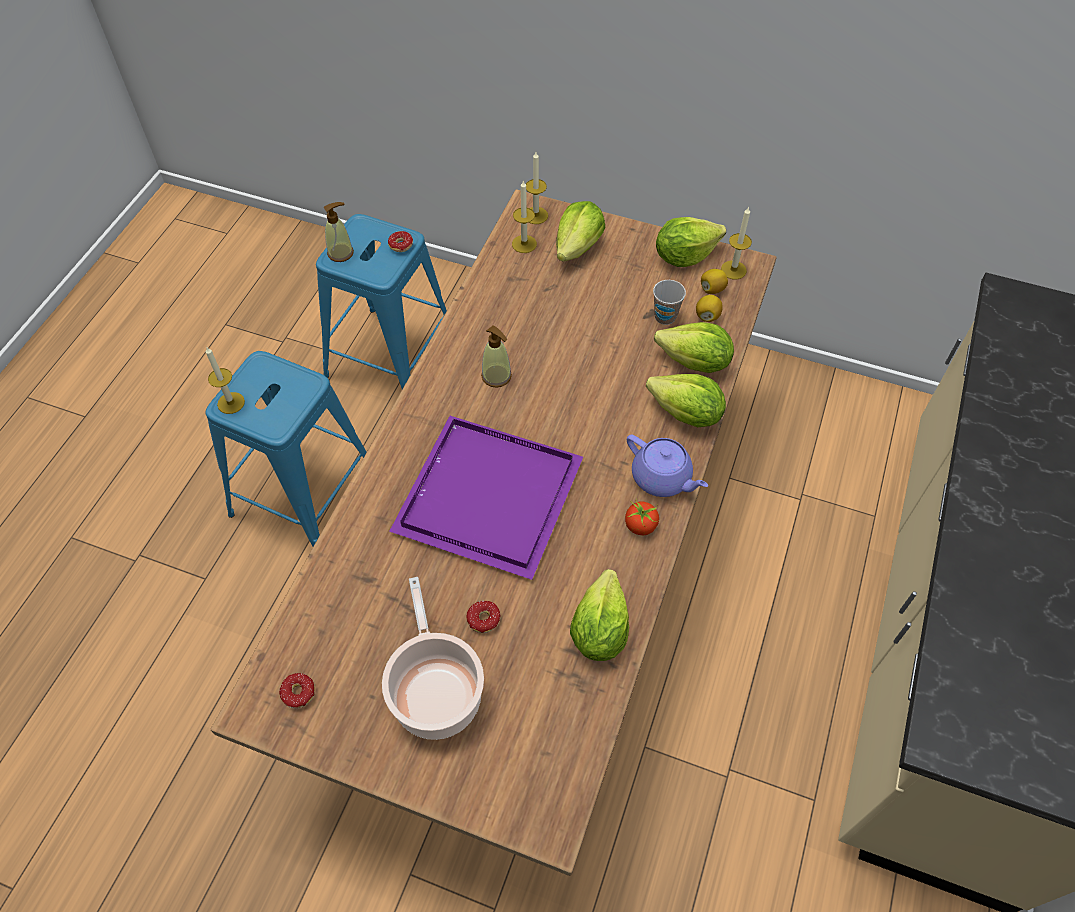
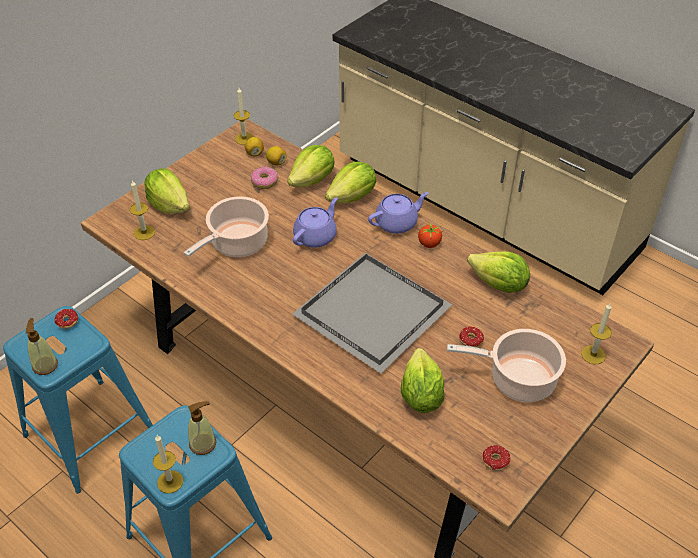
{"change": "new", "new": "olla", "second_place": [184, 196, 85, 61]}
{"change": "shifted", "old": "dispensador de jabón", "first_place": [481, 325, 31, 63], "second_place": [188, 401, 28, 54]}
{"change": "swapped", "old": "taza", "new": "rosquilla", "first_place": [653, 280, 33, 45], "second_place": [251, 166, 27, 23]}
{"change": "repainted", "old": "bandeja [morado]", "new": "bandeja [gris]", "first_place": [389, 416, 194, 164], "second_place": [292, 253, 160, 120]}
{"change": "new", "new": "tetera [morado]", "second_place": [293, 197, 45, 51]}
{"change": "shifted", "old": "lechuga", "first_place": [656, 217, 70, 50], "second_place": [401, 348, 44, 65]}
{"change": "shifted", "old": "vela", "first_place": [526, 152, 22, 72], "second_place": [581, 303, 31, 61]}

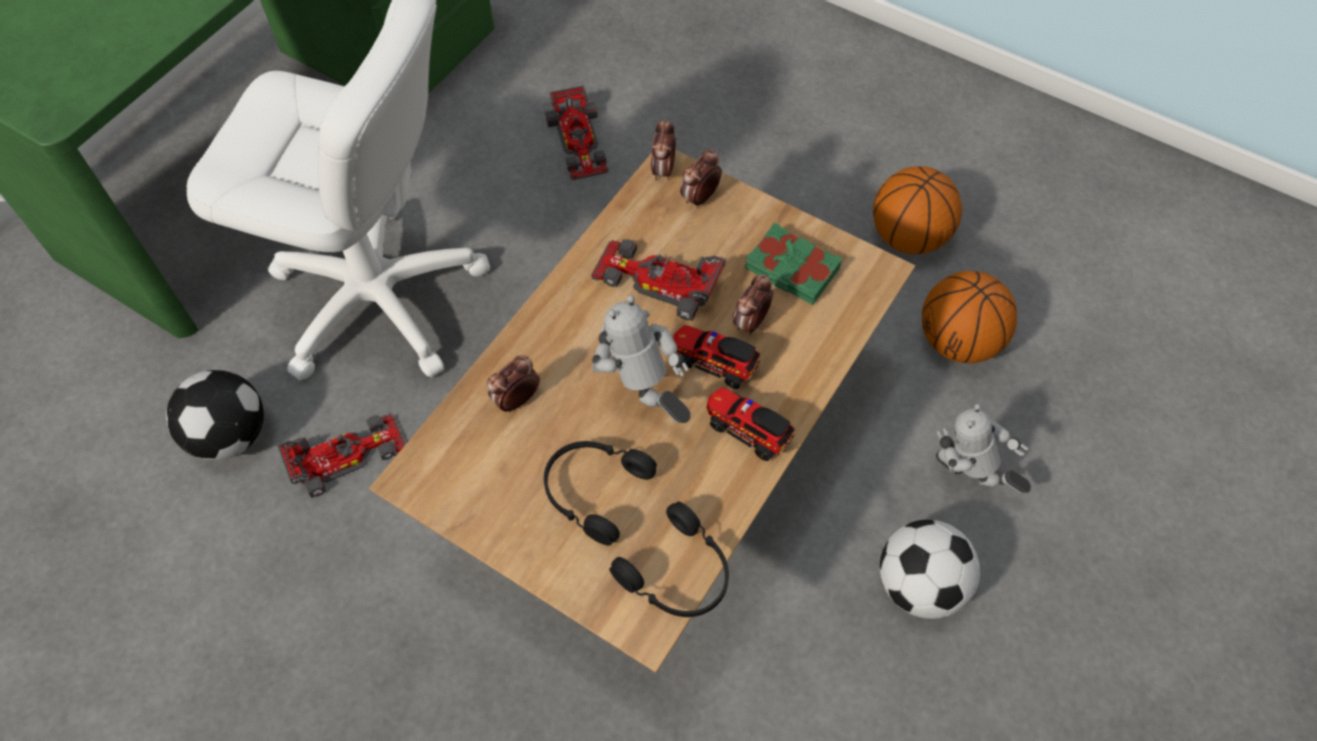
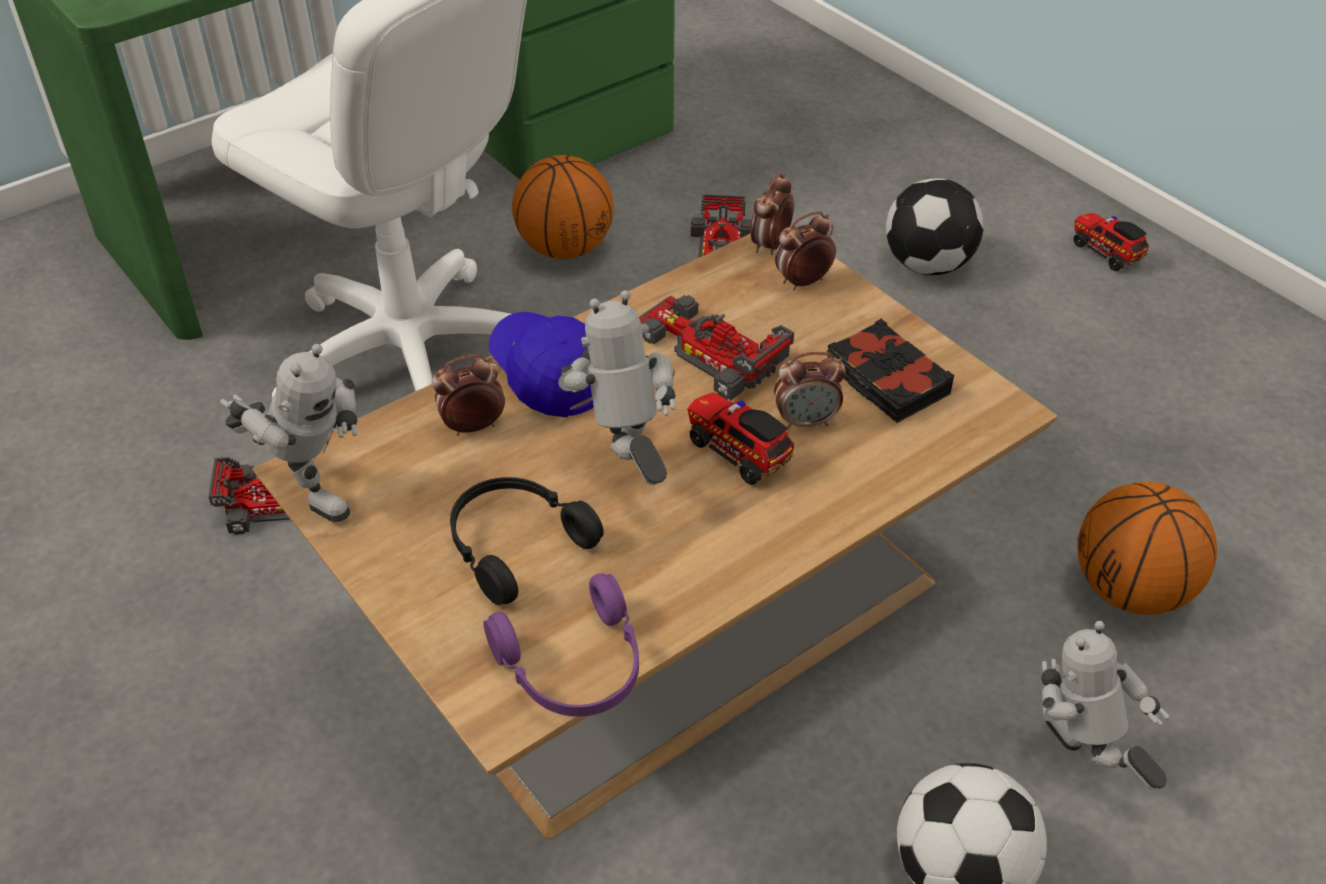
{"change": "new", "new": "robot de juguete", "second_place": [220, 344, 137, 178]}
{"change": "repainted", "old": "auriculares [negro]", "new": "auriculares [morado]", "first_place": [609, 502, 120, 115], "second_place": [483, 573, 156, 144]}
{"change": "new", "new": "gorra [azul]", "second_place": [488, 312, 106, 105]}
{"change": "shifted", "old": "balón de baloncesto", "first_place": [873, 166, 89, 88], "second_place": [512, 155, 102, 104]}
{"change": "rotated", "old": "despertador", "first_place": [733, 274, 40, 61], "second_place": [774, 352, 72, 78], "degrees": -150}
{"change": "repainted", "old": "libro [verde]", "new": "libro [negro]", "first_place": [745, 222, 98, 83], "second_place": [827, 319, 128, 104]}
{"change": "shifted", "old": "balón de fútbol", "first_place": [166, 370, 98, 90], "second_place": [886, 178, 98, 97]}
{"change": "shifted", "old": "camión de juguete", "first_place": [707, 387, 88, 74], "second_place": [1073, 213, 76, 58]}

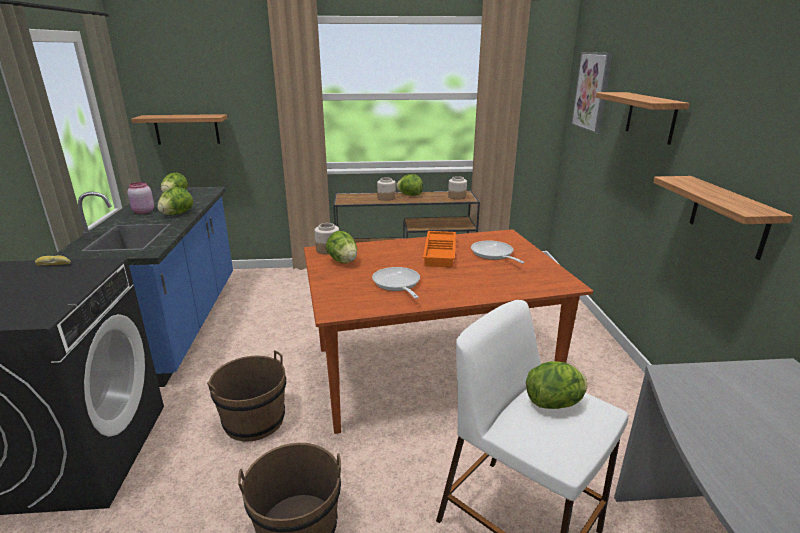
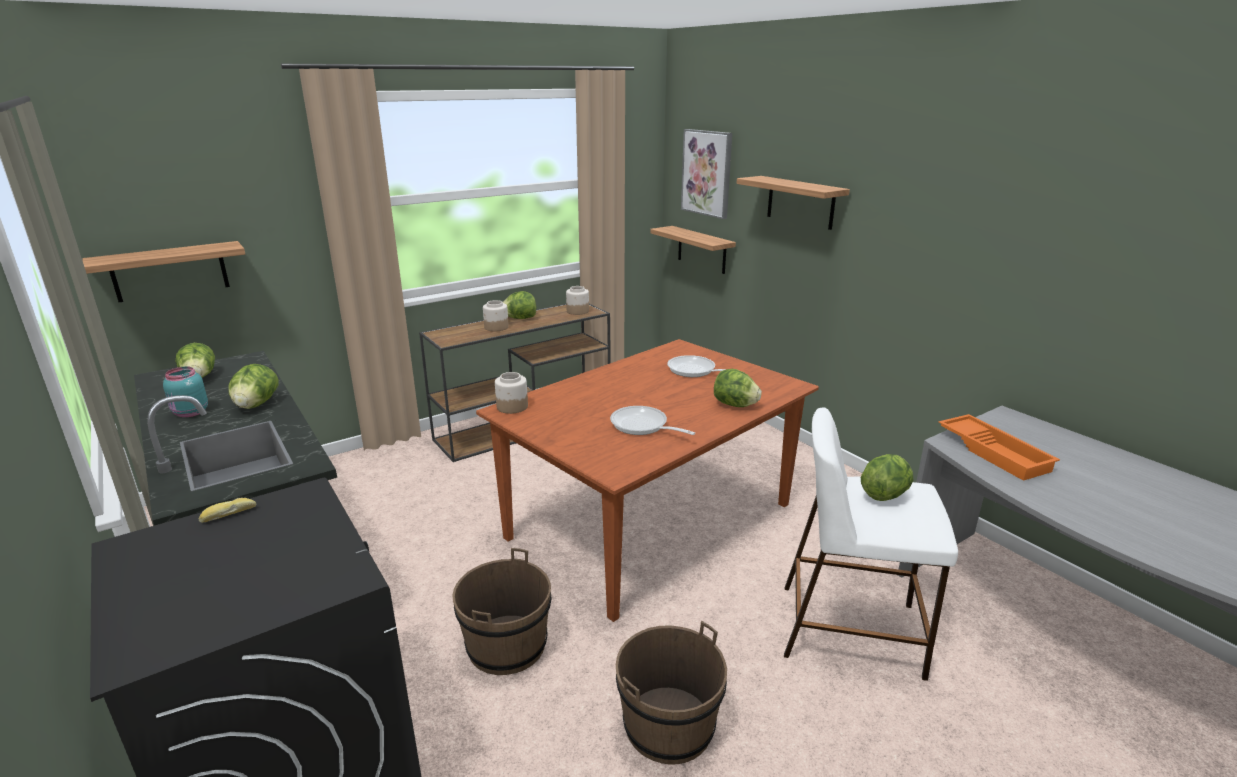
{"change": "repainted", "old": "tarro [rosa]", "new": "tarro [turquesa]", "first_place": [127, 182, 27, 32], "second_place": [163, 367, 45, 50]}
{"change": "shifted", "old": "estante", "first_place": [653, 176, 140, 84], "second_place": [650, 226, 86, 48]}
{"change": "shifted", "old": "lechuga", "first_place": [326, 231, 31, 32], "second_place": [714, 369, 48, 38]}
{"change": "shifted", "old": "bandeja [naranja]", "first_place": [423, 231, 33, 37], "second_place": [938, 414, 122, 67]}

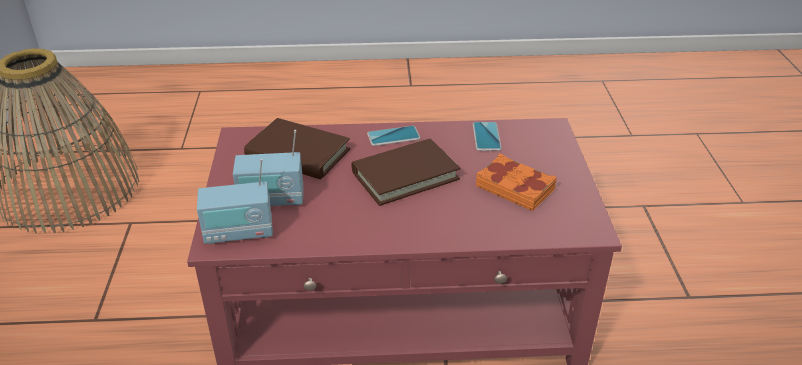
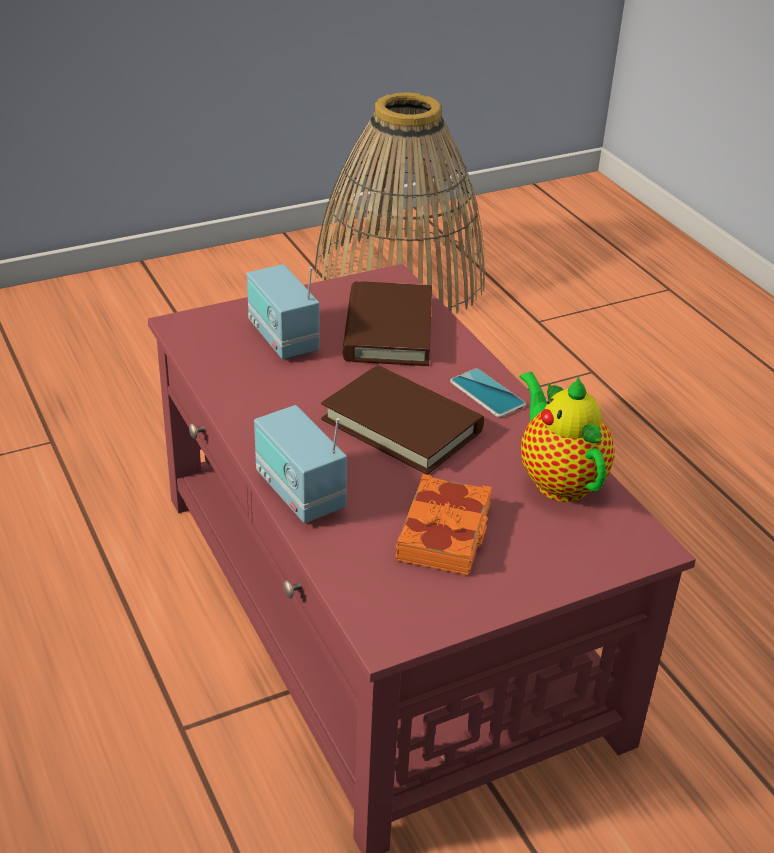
{"change": "shifted", "old": "radio", "first_place": [197, 159, 76, 85], "second_place": [254, 405, 93, 118]}
{"change": "swapped", "old": "móvil", "new": "tetera", "first_place": [473, 122, 29, 29], "second_place": [520, 372, 95, 130]}

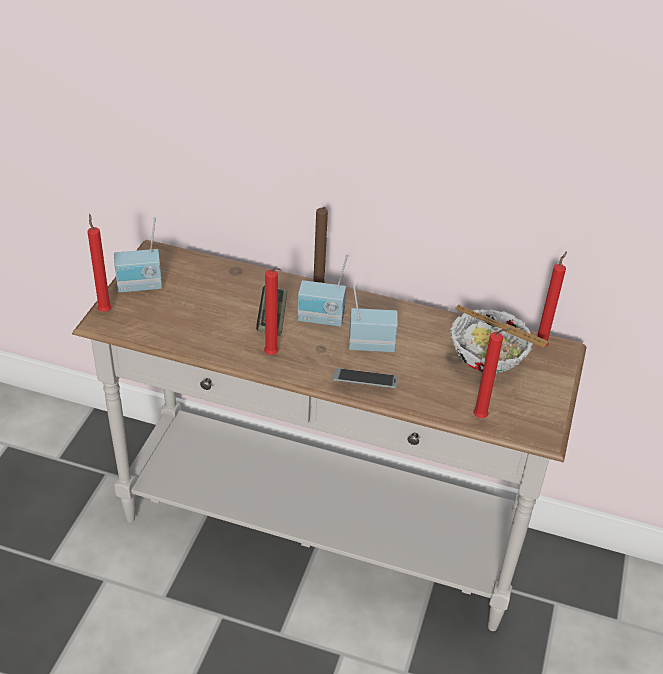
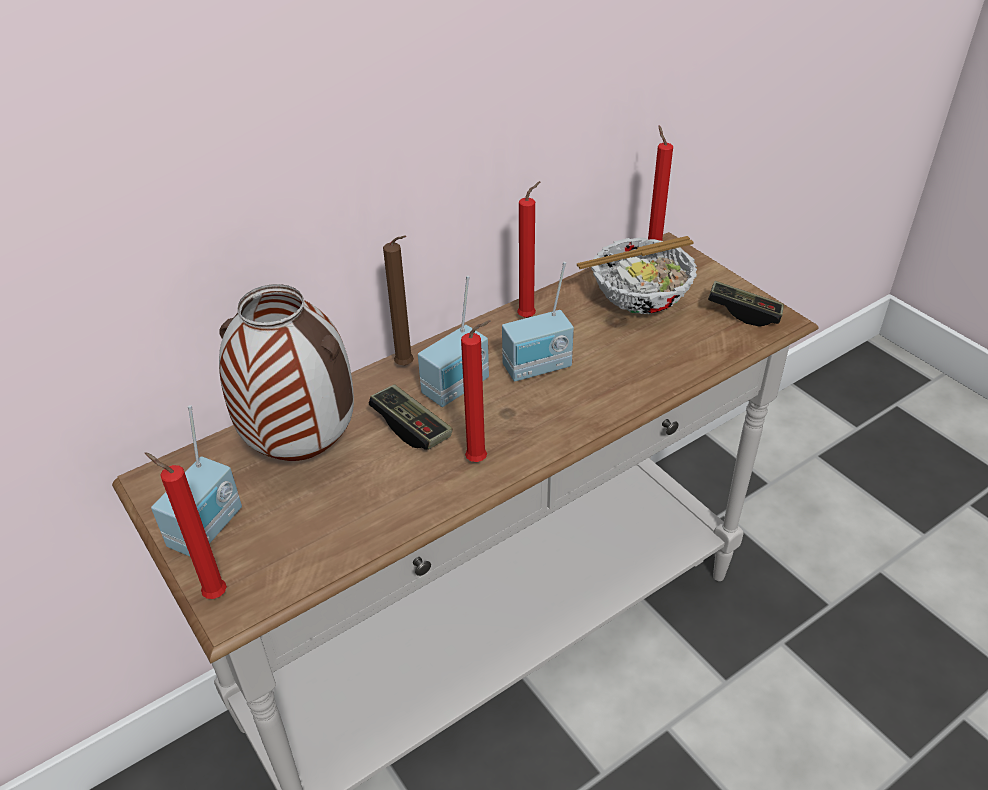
{"change": "new", "new": "florero", "second_place": [219, 284, 135, 177]}
{"change": "rotated", "old": "radio", "first_place": [349, 285, 49, 67], "second_place": [502, 262, 72, 120], "degrees": -150}
{"change": "shifted", "old": "vela [rojo]", "first_place": [474, 328, 38, 90], "second_place": [517, 181, 24, 137]}
{"change": "new", "new": "mando de consola", "second_place": [708, 281, 76, 46]}
{"change": "gone", "old": "móvil", "first_place": [332, 368, 66, 20]}

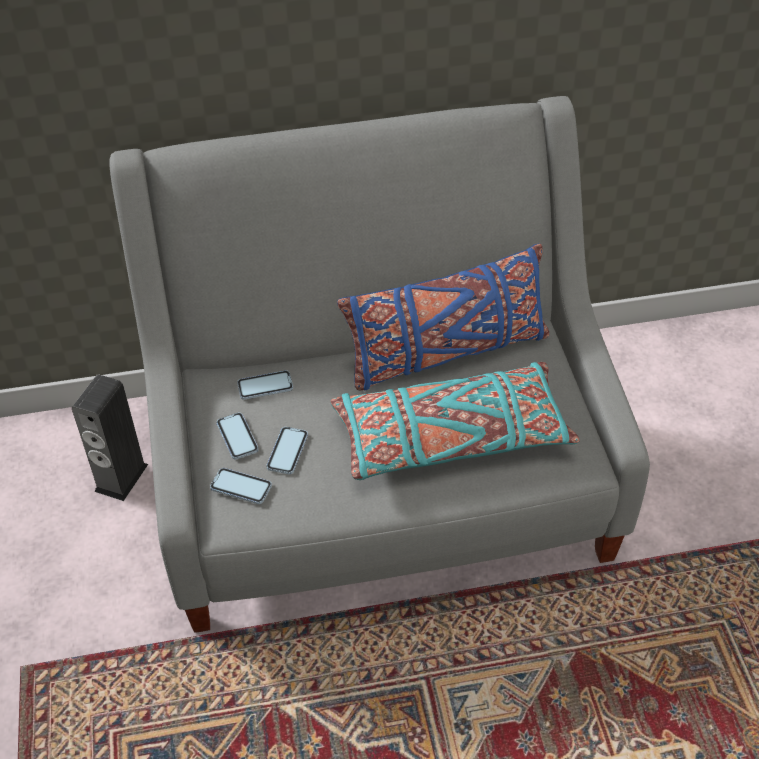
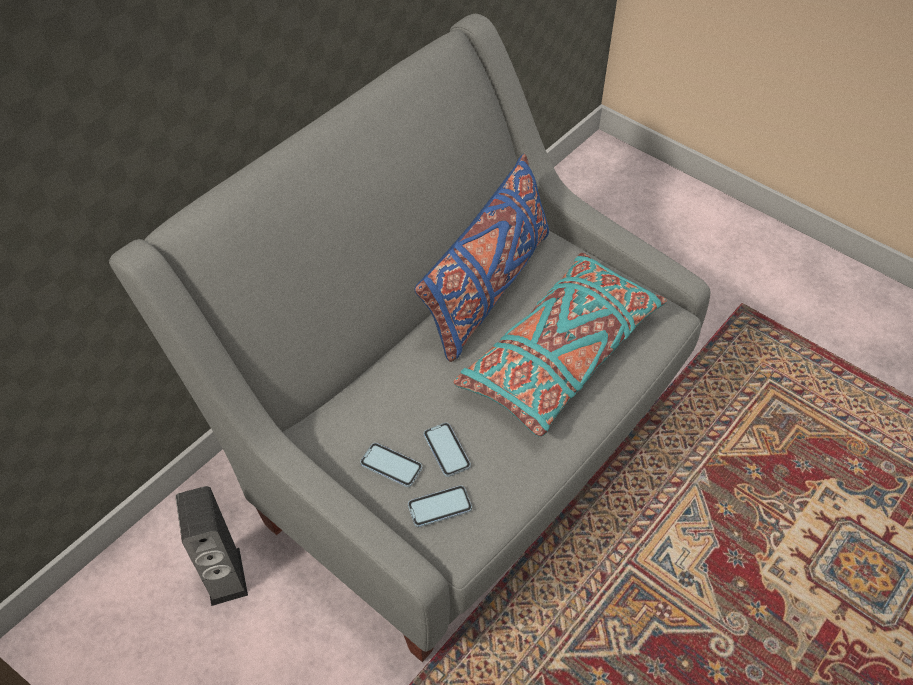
{"change": "gone", "old": "móvil", "first_place": [237, 370, 56, 30]}

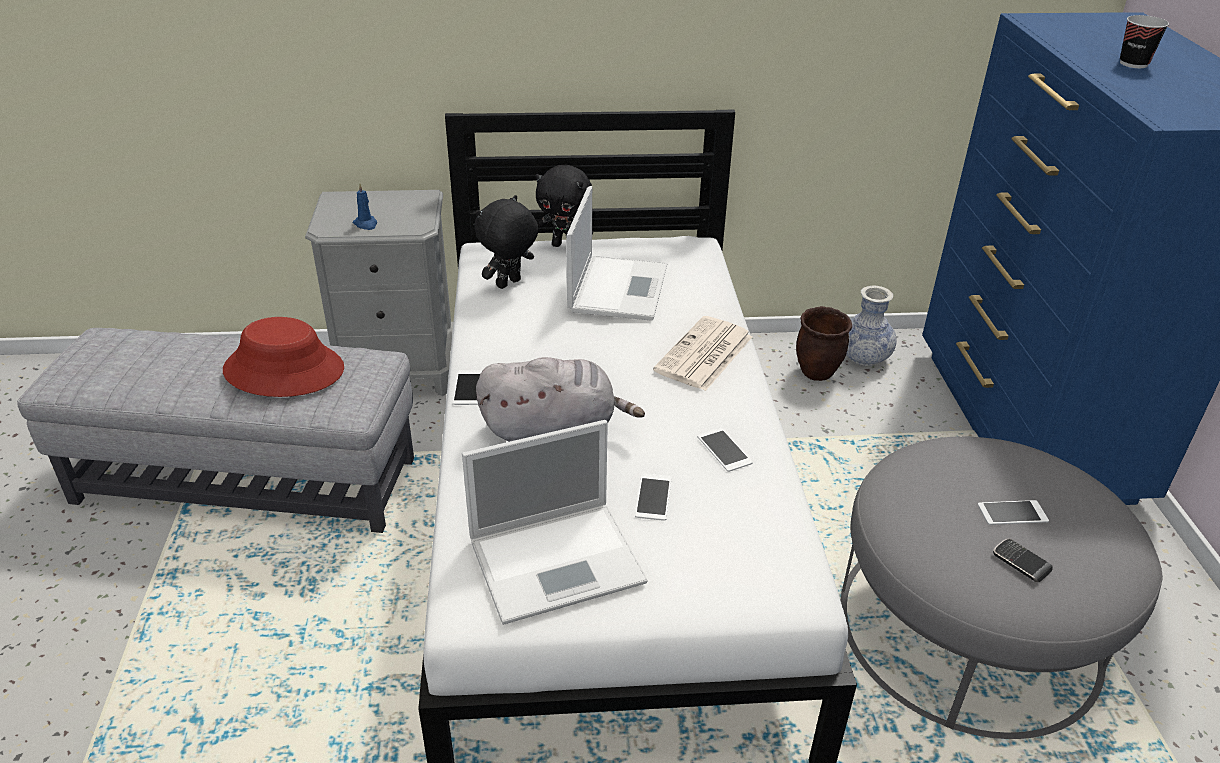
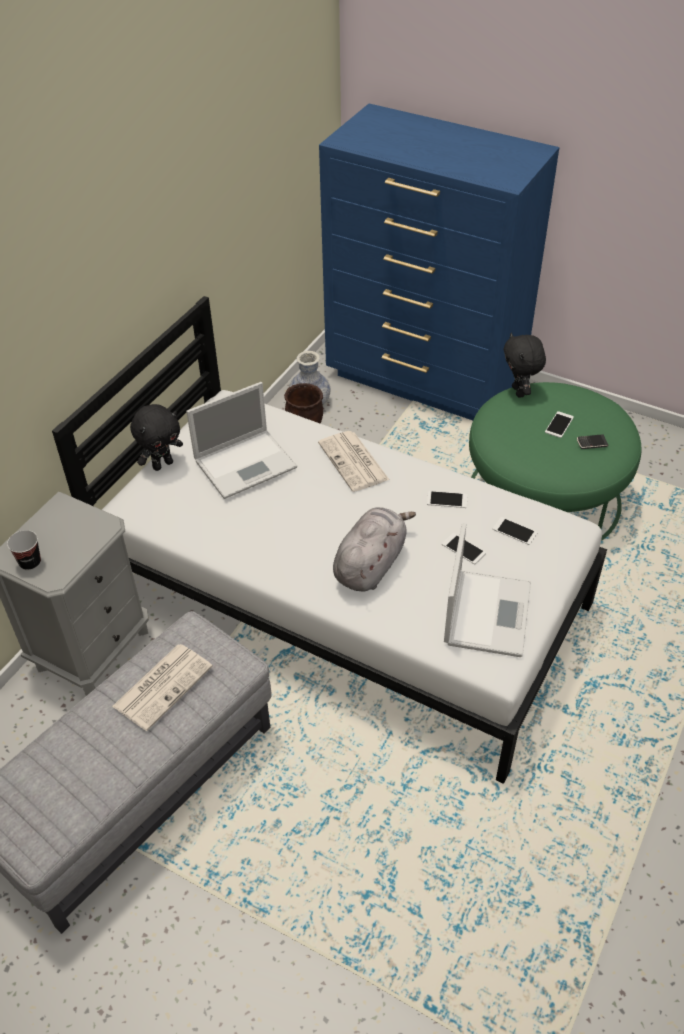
{"change": "shifted", "old": "taza", "first_place": [1120, 15, 49, 53], "second_place": [7, 530, 34, 41]}
{"change": "swapped", "old": "sombrero [rojo]", "new": "periódico", "first_place": [223, 317, 121, 80], "second_place": [112, 644, 101, 87]}
{"change": "rotated", "old": "portátil", "first_place": [566, 186, 101, 135], "second_place": [186, 382, 111, 117], "degrees": 105}
{"change": "repainted", "old": "puf [gris]", "new": "puf [verde]", "first_place": [840, 436, 323, 303], "second_place": [469, 382, 172, 159]}
{"change": "shifted", "old": "móvil", "first_place": [452, 370, 31, 35], "second_place": [493, 517, 45, 28]}
{"change": "shifted", "old": "peluche [negro]", "first_place": [475, 195, 64, 94], "second_place": [504, 333, 42, 64]}
{"change": "gone", "old": "vela [azul]", "first_place": [353, 183, 24, 47]}

